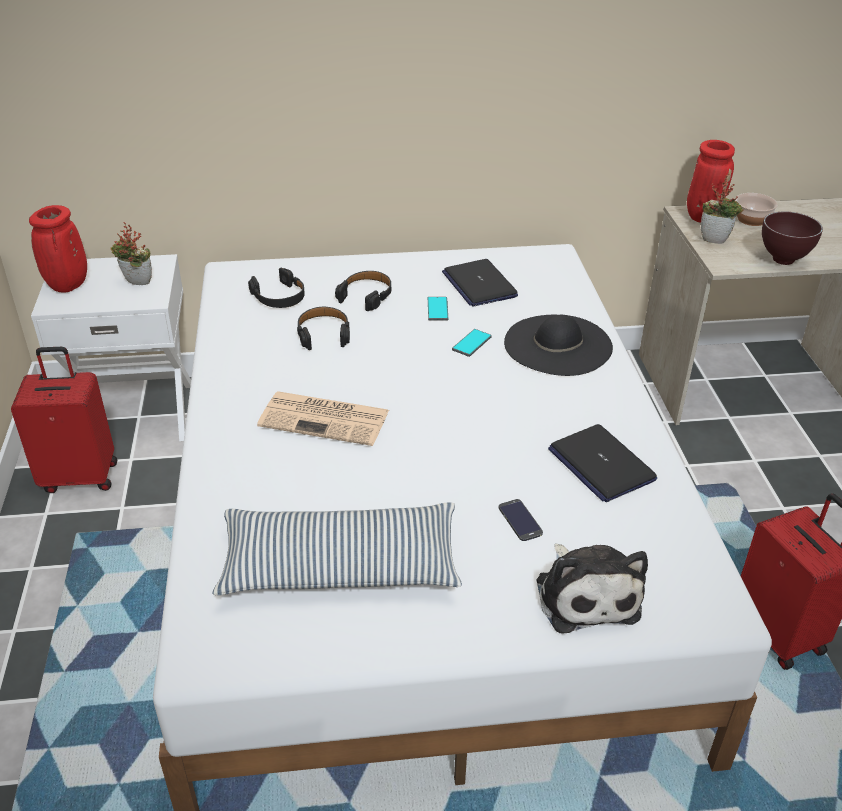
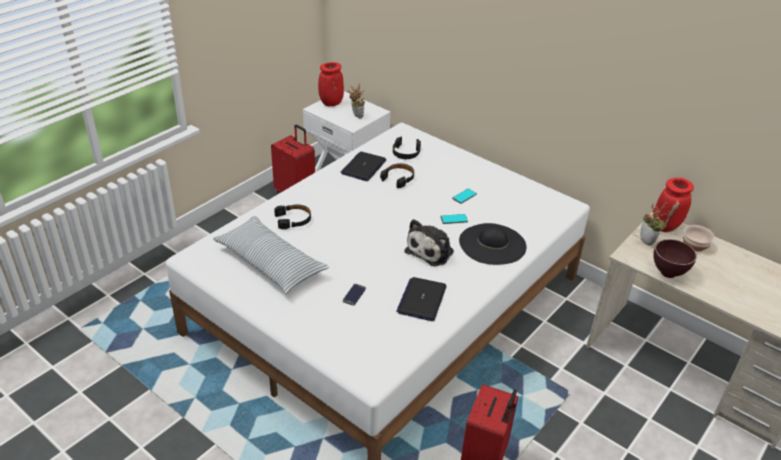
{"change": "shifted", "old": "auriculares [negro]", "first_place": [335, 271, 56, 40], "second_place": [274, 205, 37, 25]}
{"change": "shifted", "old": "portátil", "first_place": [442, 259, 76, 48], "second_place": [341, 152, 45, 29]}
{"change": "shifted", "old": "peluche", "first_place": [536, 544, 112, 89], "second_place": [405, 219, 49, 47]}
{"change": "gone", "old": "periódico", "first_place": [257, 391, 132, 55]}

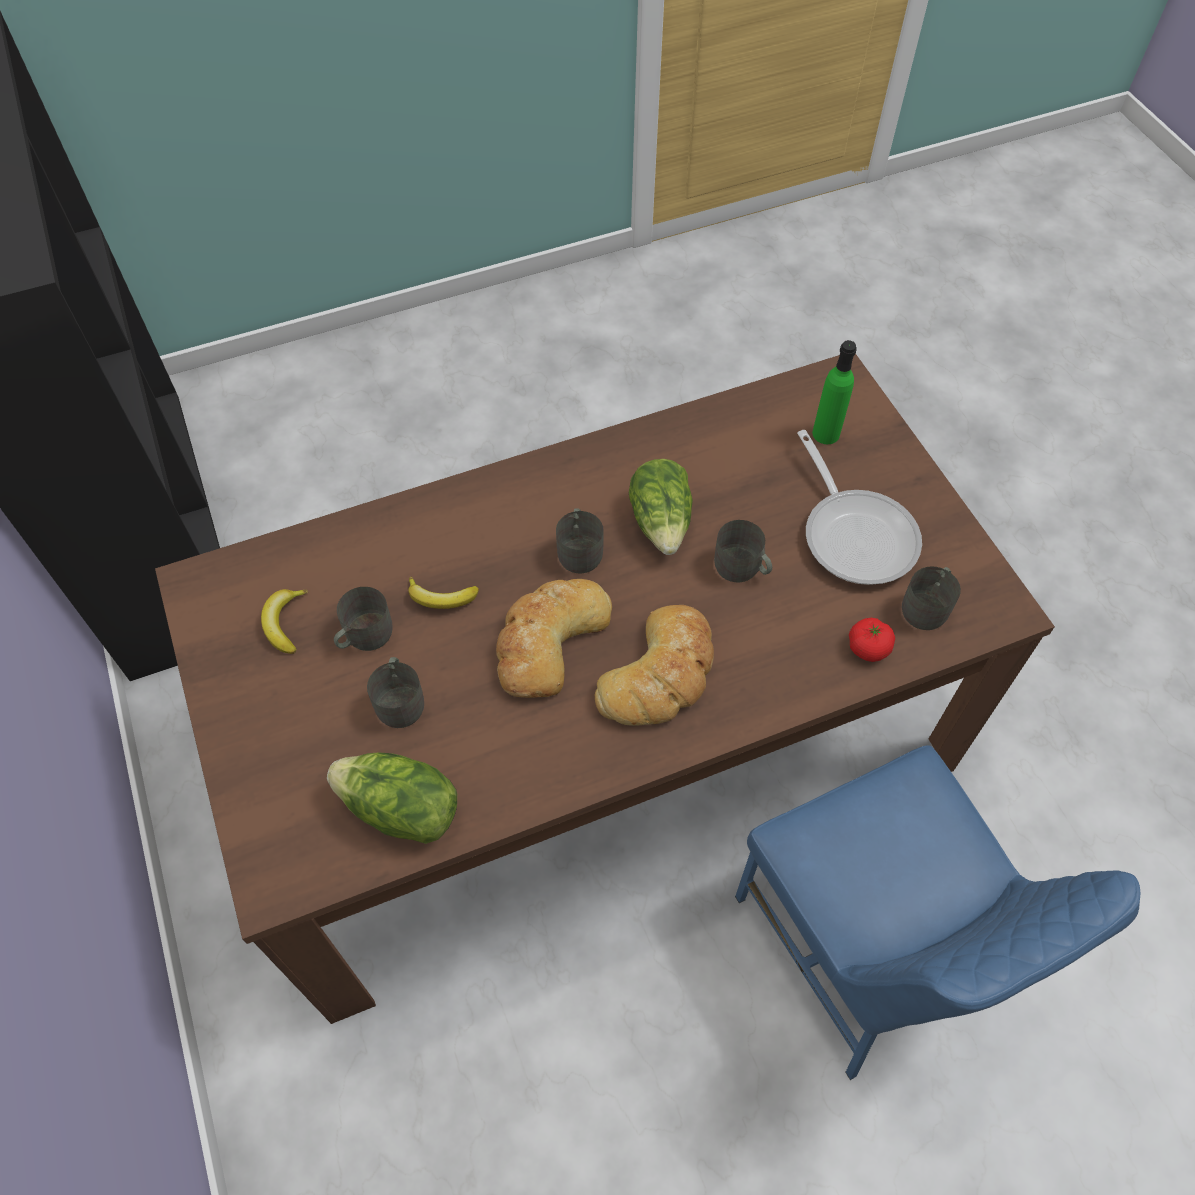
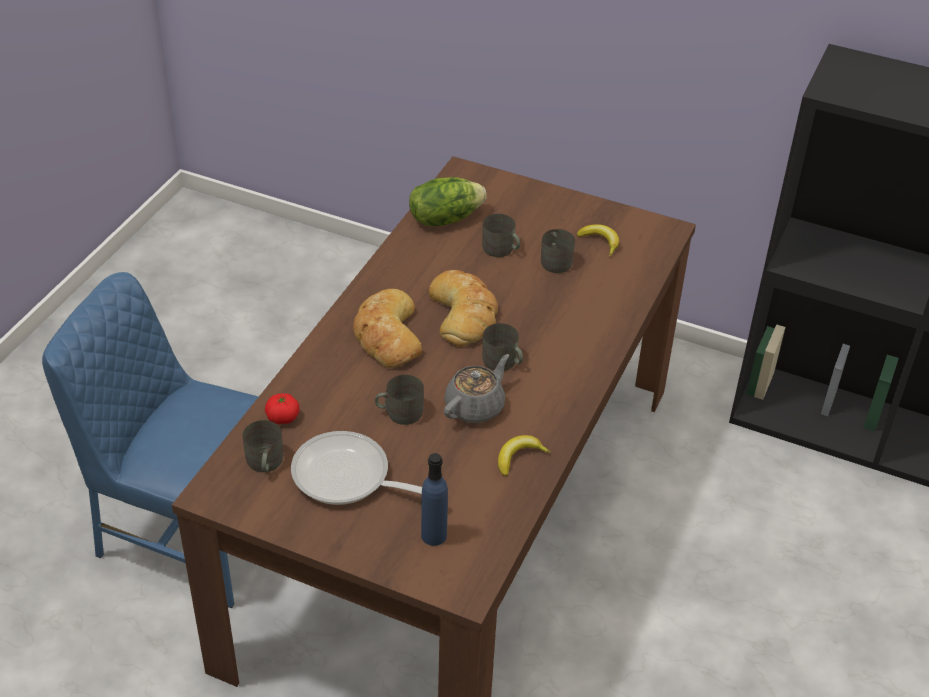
{"change": "repainted", "old": "botella [verde]", "new": "botella [azul]", "first_place": [812, 340, 45, 104], "second_place": [421, 453, 27, 93]}
{"change": "swapped", "old": "lechuga", "new": "tetera [gris]", "first_place": [629, 459, 64, 96], "second_place": [444, 354, 65, 69]}
{"change": "shifted", "old": "plátano", "first_place": [408, 577, 71, 32], "second_place": [498, 435, 53, 42]}

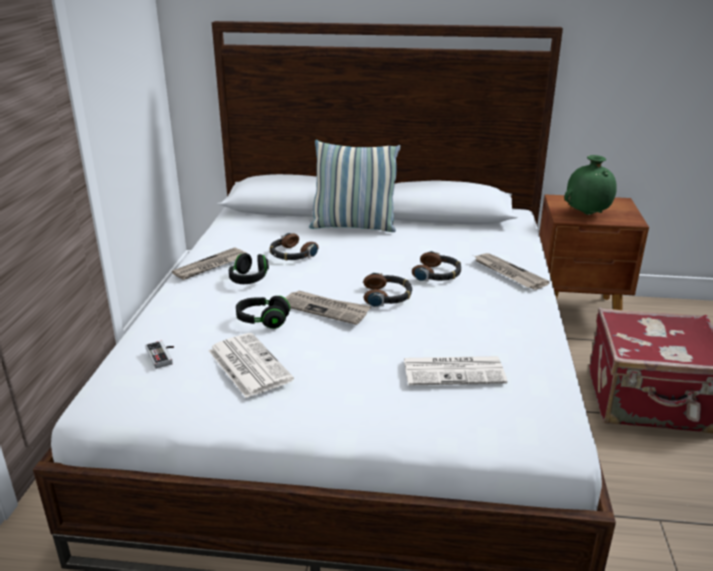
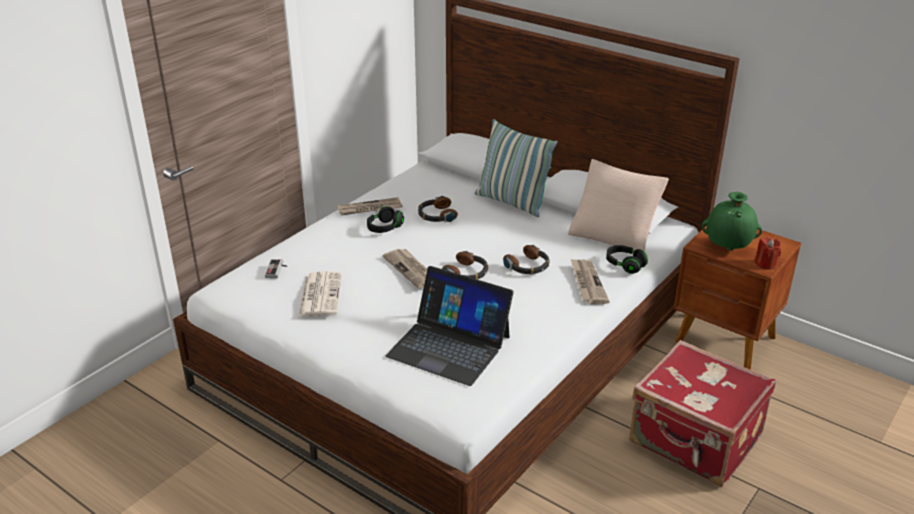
{"change": "swapped", "old": "periódico", "new": "portátil", "first_place": [404, 356, 103, 30], "second_place": [386, 266, 128, 120]}
{"change": "new", "new": "cojín [beis]", "second_place": [568, 159, 101, 92]}
{"change": "shifted", "old": "auriculares [negro]", "first_place": [236, 296, 54, 33], "second_place": [606, 245, 42, 29]}
{"change": "new", "new": "vela [rojo]", "second_place": [755, 237, 26, 33]}

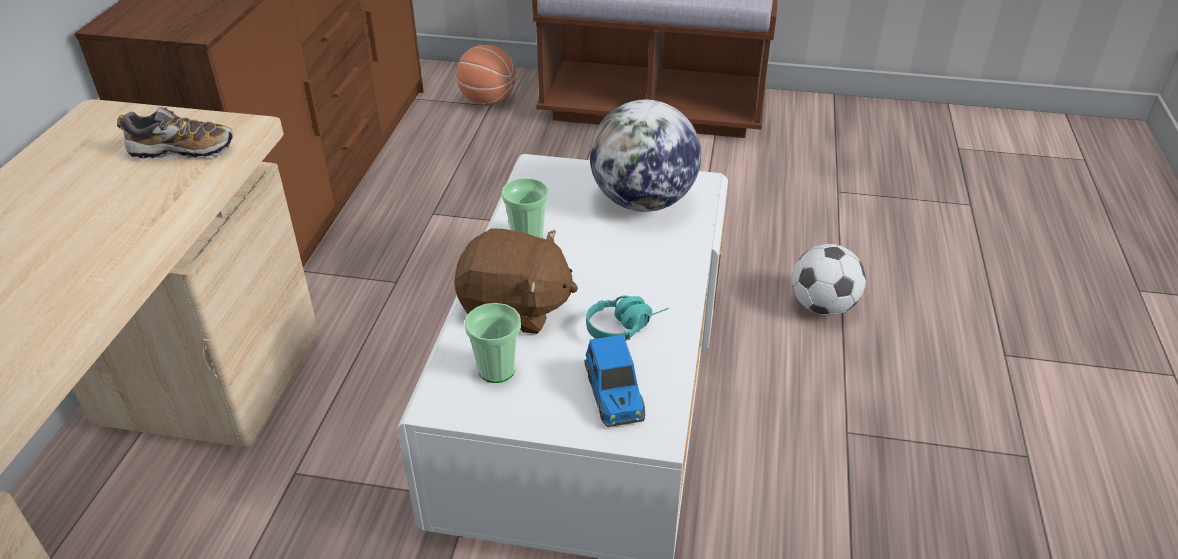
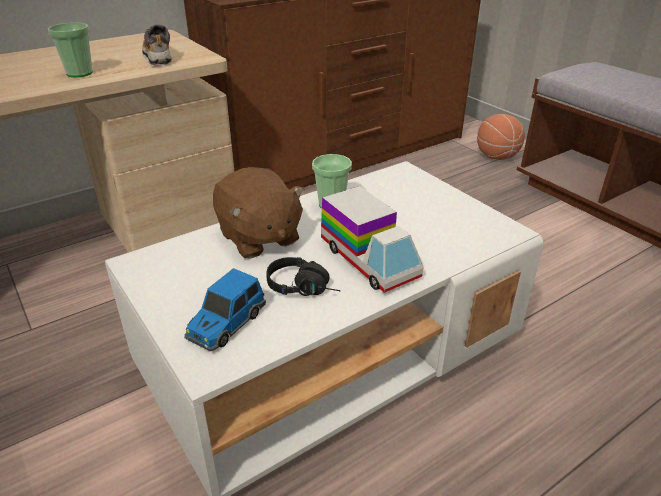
{"change": "shifted", "old": "taza", "first_place": [465, 303, 56, 80], "second_place": [48, 22, 45, 55]}
{"change": "rotated", "old": "zapato", "first_place": [117, 107, 116, 53], "second_place": [142, 24, 30, 41], "degrees": -150}
{"change": "repainted", "old": "auriculares [turquesa]", "new": "auriculares [negro]", "first_place": [586, 296, 83, 45], "second_place": [266, 257, 75, 39]}
{"change": "new", "new": "camión de juguete", "second_place": [321, 186, 102, 107]}
{"change": "gone", "old": "globo terráqueo", "first_place": [590, 99, 111, 113]}
{"change": "gone", "old": "balón de fútbol", "first_place": [792, 244, 74, 71]}

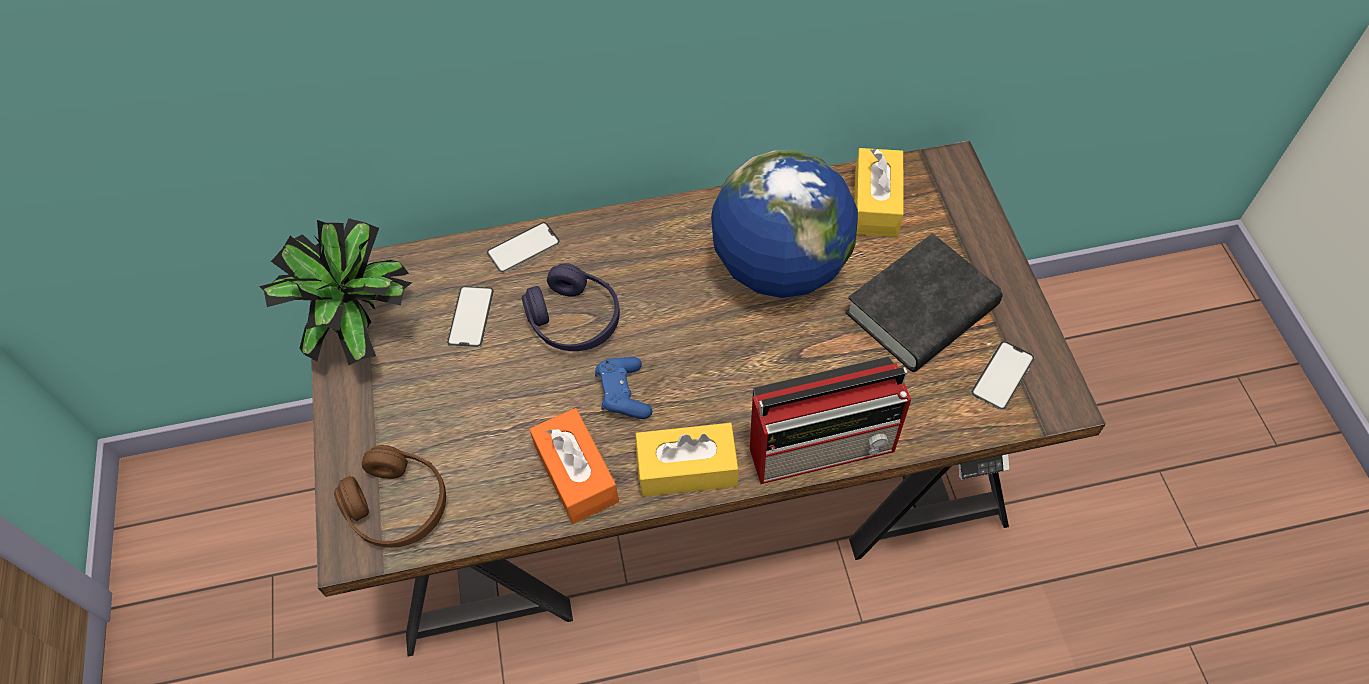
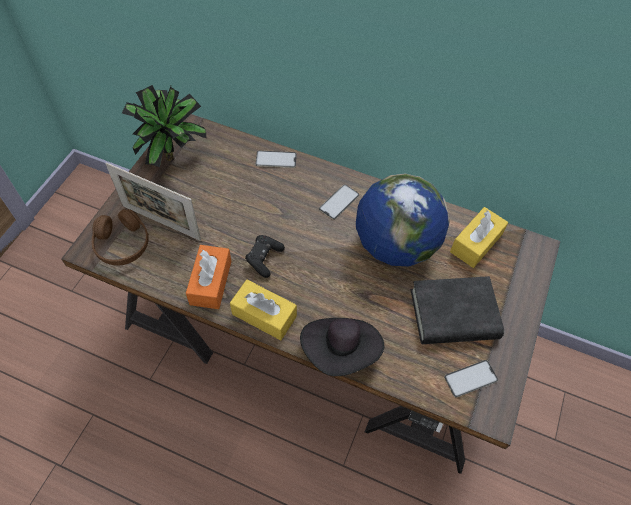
{"change": "new", "new": "portarretratos", "second_place": [105, 162, 96, 79]}
{"change": "repainted", "old": "mando de consola [azul]", "new": "mando de consola [negro]", "first_place": [595, 357, 57, 62], "second_place": [245, 235, 40, 43]}
{"change": "swapped", "old": "radio", "new": "sombrero [negro]", "first_place": [750, 357, 161, 127], "second_place": [300, 318, 84, 58]}
{"change": "shifted", "old": "móvil", "first_place": [447, 286, 47, 62], "second_place": [319, 184, 40, 36]}
{"change": "gone", "old": "auriculares [morado]", "first_place": [521, 263, 99, 88]}

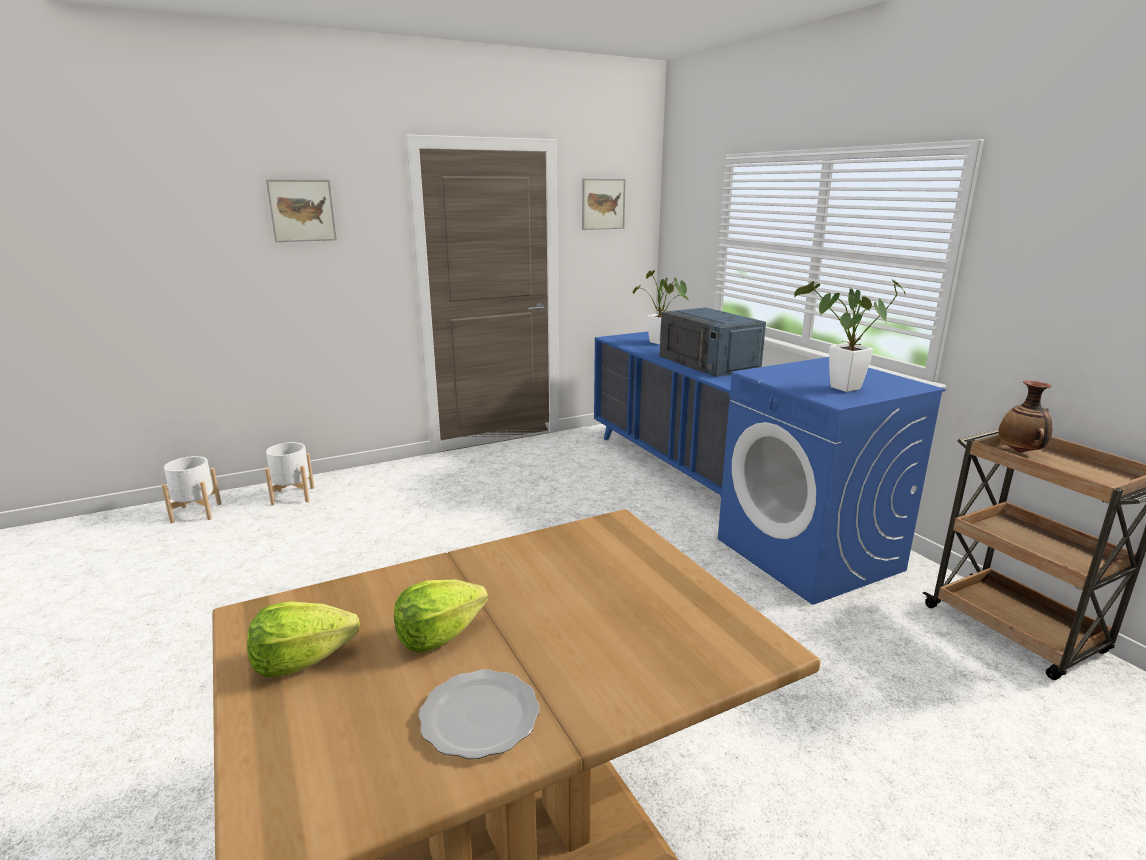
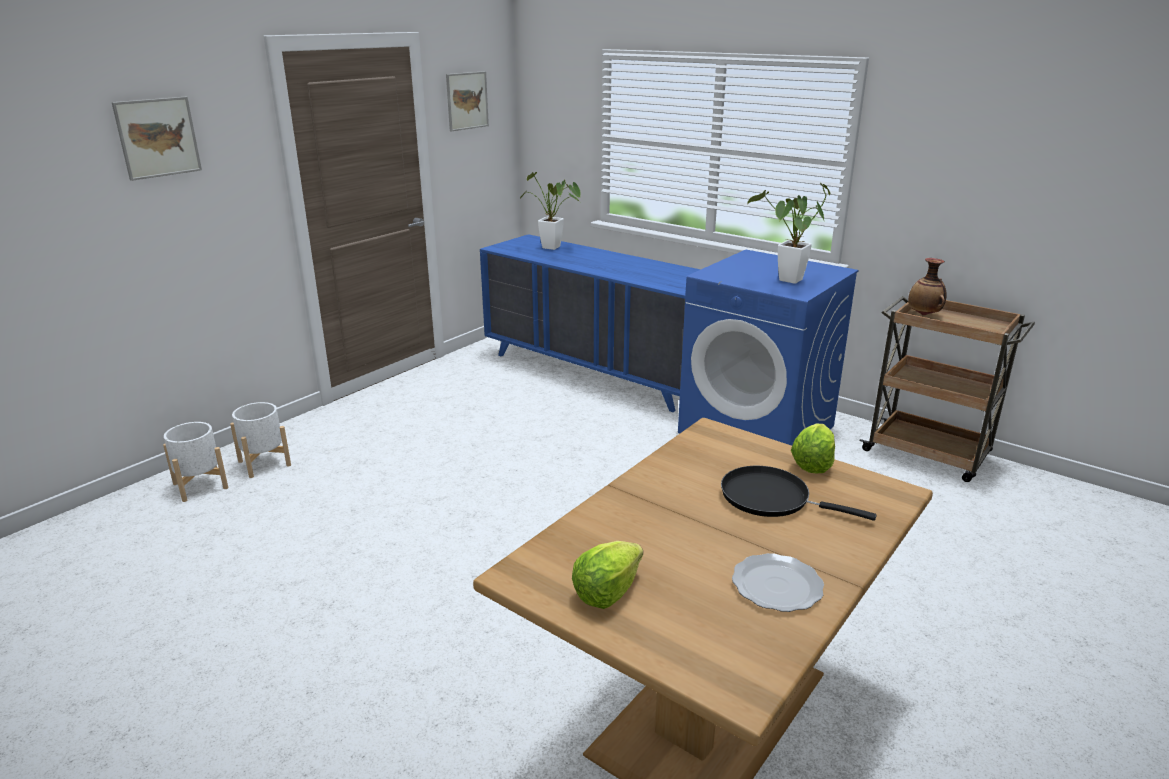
{"change": "shifted", "old": "maceta [blanco]", "first_place": [161, 456, 61, 67], "second_place": [230, 402, 61, 76]}
{"change": "new", "new": "sartén [negro]", "second_place": [721, 466, 155, 55]}
{"change": "shifted", "old": "lechuga", "first_place": [394, 579, 94, 74], "second_place": [791, 424, 44, 49]}
{"change": "gone", "old": "microondas [azul]", "first_place": [660, 307, 106, 70]}

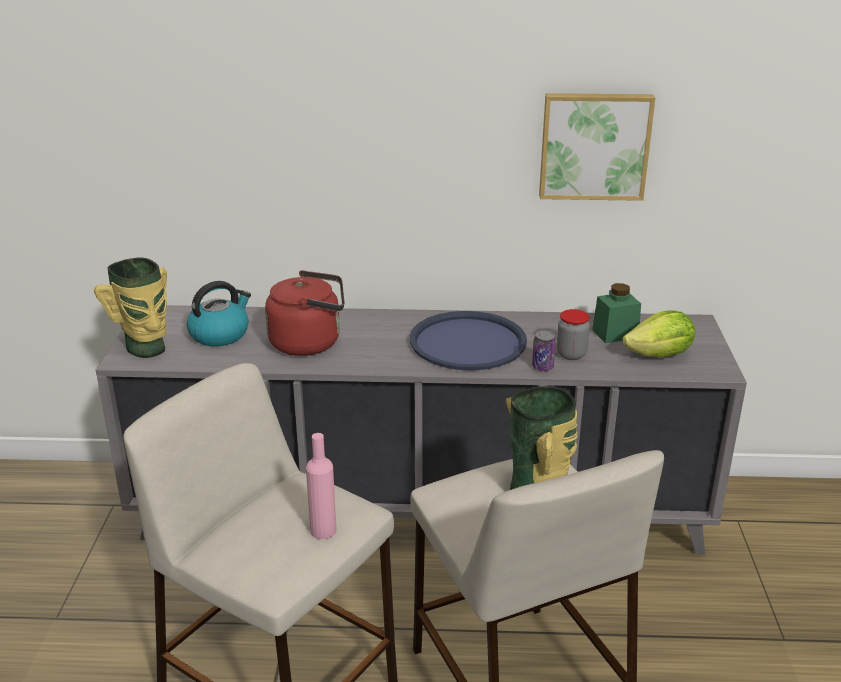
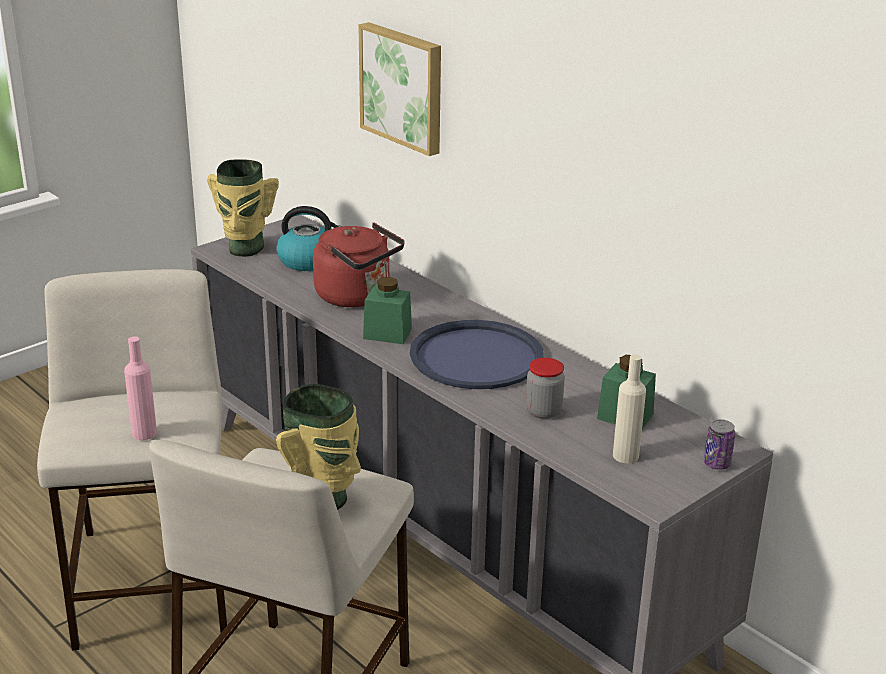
{"change": "shifted", "old": "cuadro", "first_place": [539, 93, 116, 108], "second_place": [358, 22, 83, 134]}
{"change": "new", "new": "tarro [verde]", "second_place": [363, 277, 49, 67]}
{"change": "swapped", "old": "lechuga", "new": "botella [beis]", "first_place": [623, 310, 72, 47], "second_place": [613, 354, 33, 109]}
{"change": "shifted", "old": "lata", "first_place": [532, 331, 24, 40], "second_place": [704, 419, 32, 51]}

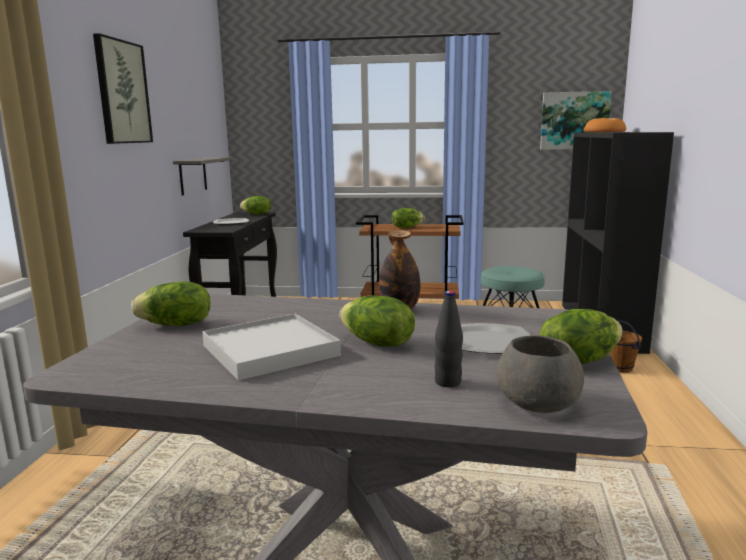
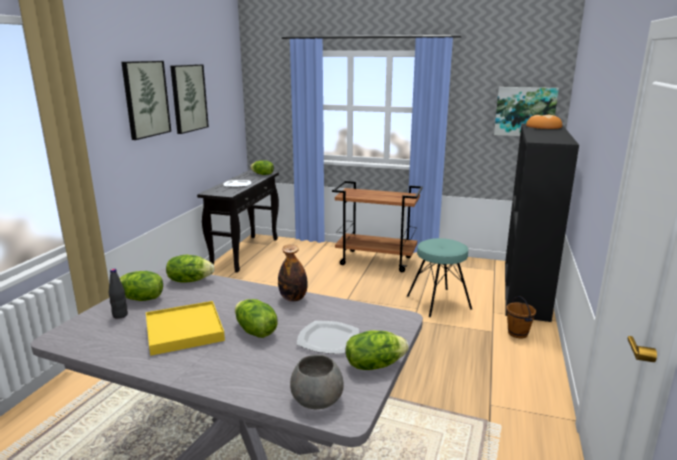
{"change": "shifted", "old": "botella [negro]", "first_place": [434, 291, 29, 96], "second_place": [109, 268, 19, 51]}
{"change": "repainted", "old": "bandeja [blanco]", "new": "bandeja [amarillo]", "first_place": [202, 314, 139, 67], "second_place": [146, 301, 79, 55]}
{"change": "shifted", "old": "lechuga", "first_place": [391, 208, 34, 20], "second_place": [166, 255, 49, 28]}
{"change": "new", "new": "cuadro", "second_place": [170, 64, 39, 70]}
{"change": "gone", "old": "estante [gris]", "first_place": [173, 157, 60, 38]}

